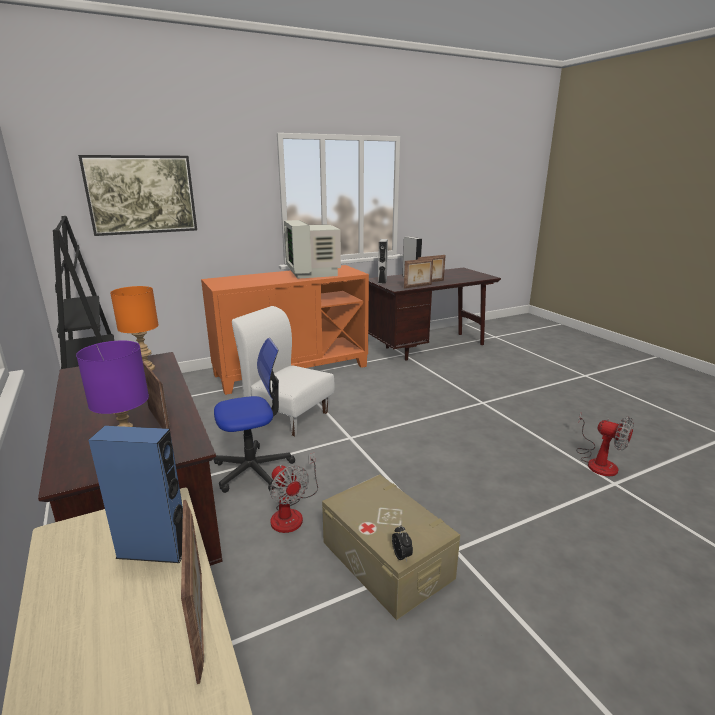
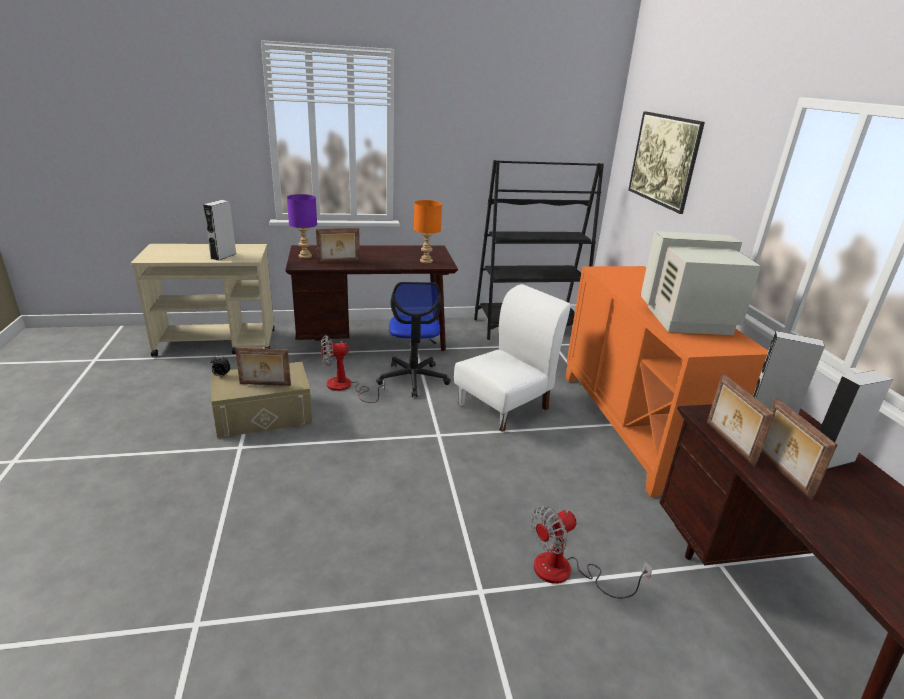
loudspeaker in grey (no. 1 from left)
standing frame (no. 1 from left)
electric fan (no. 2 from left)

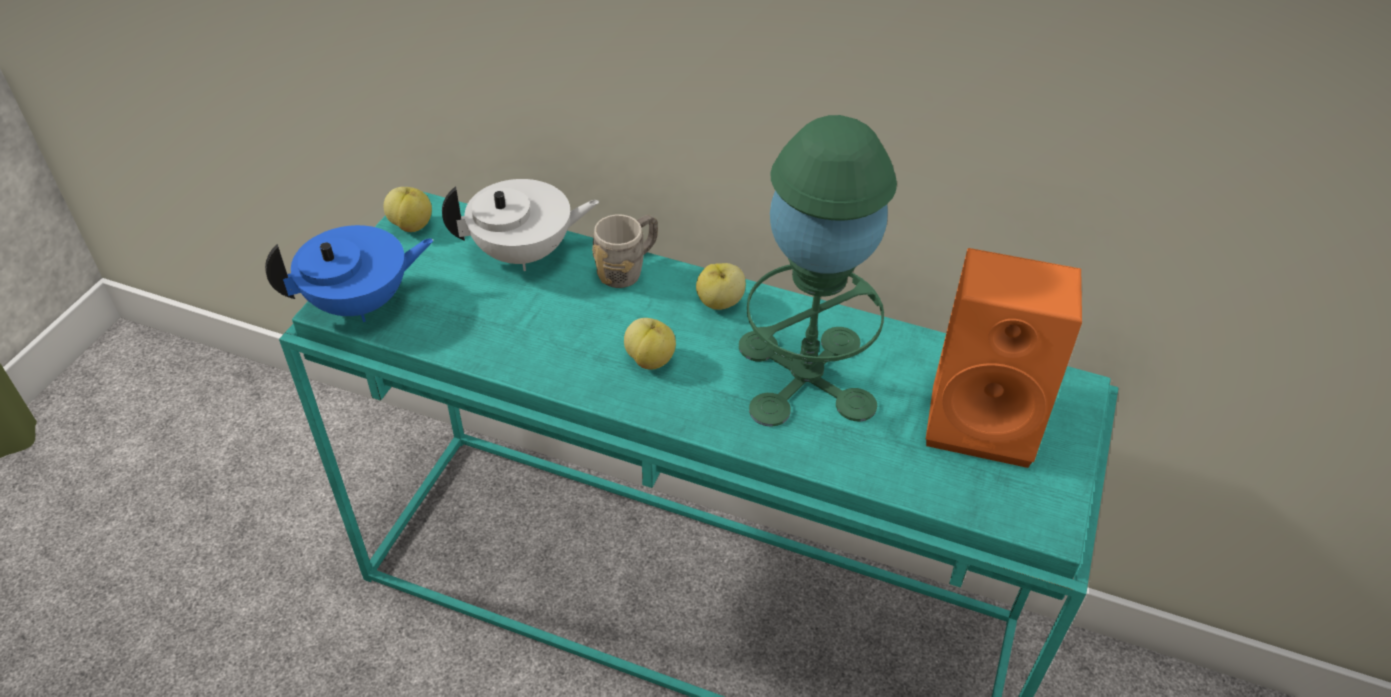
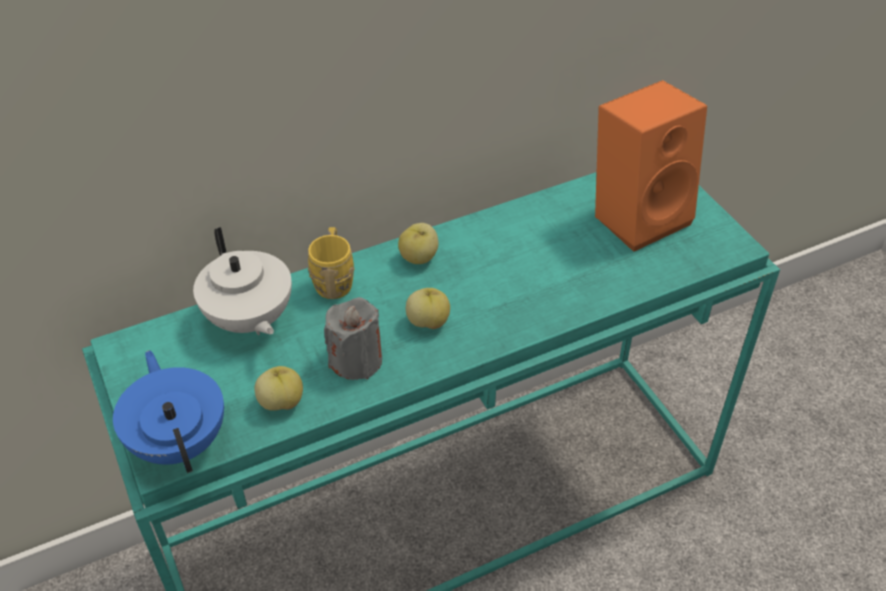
teapot in blue
apple (no. 1 from left)
teapot in whitish
tea mug in yellow
lamp for a table in green
candle in grey

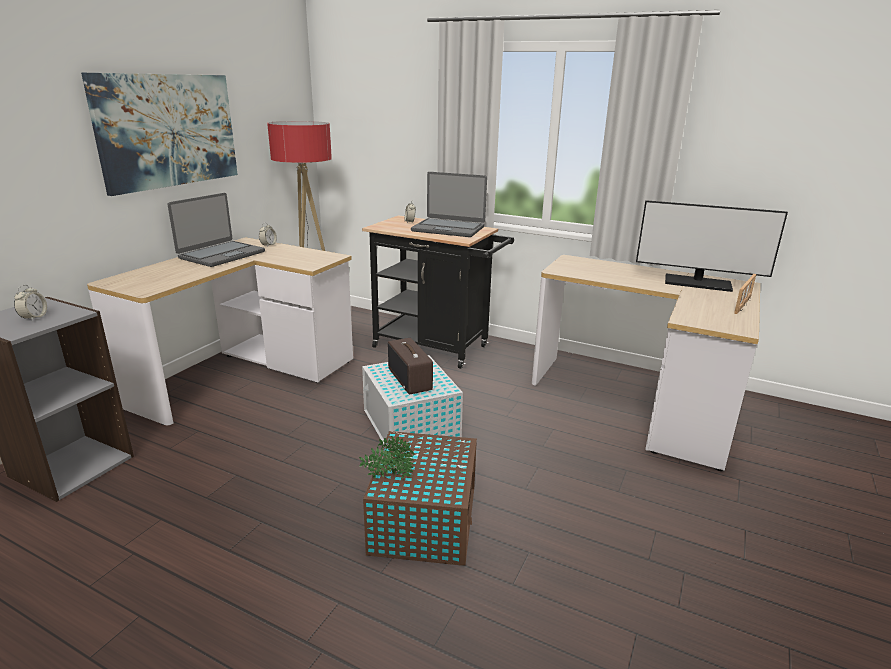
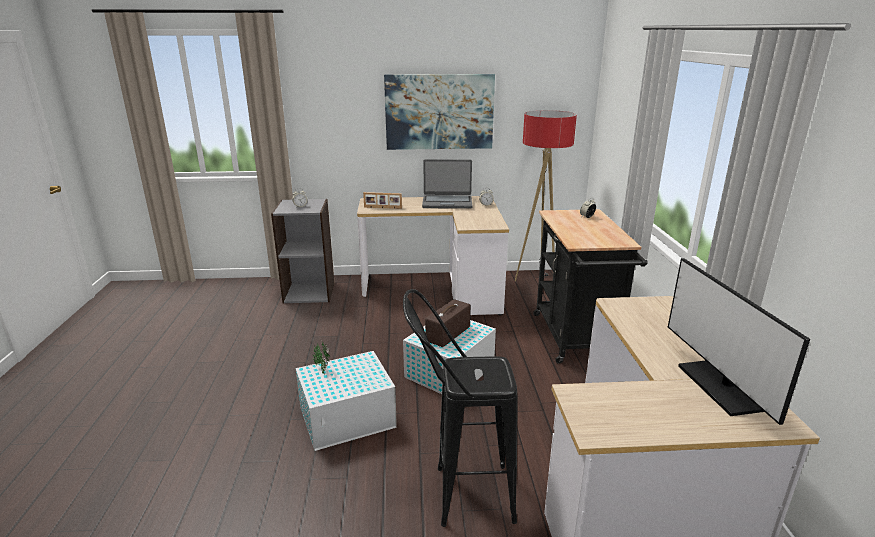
storage bin in whitish (no. 1 from left)
portable computer (no. 2 from left in the first image)
standing frame
sitting stool in black-coloured

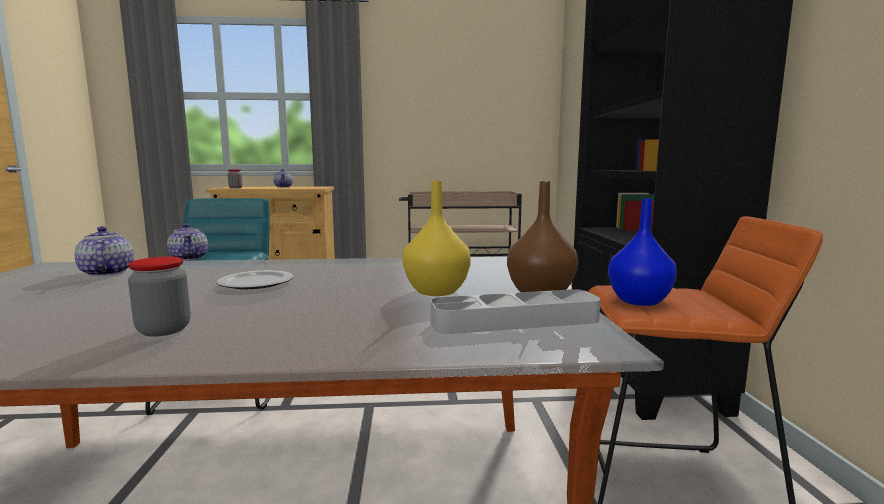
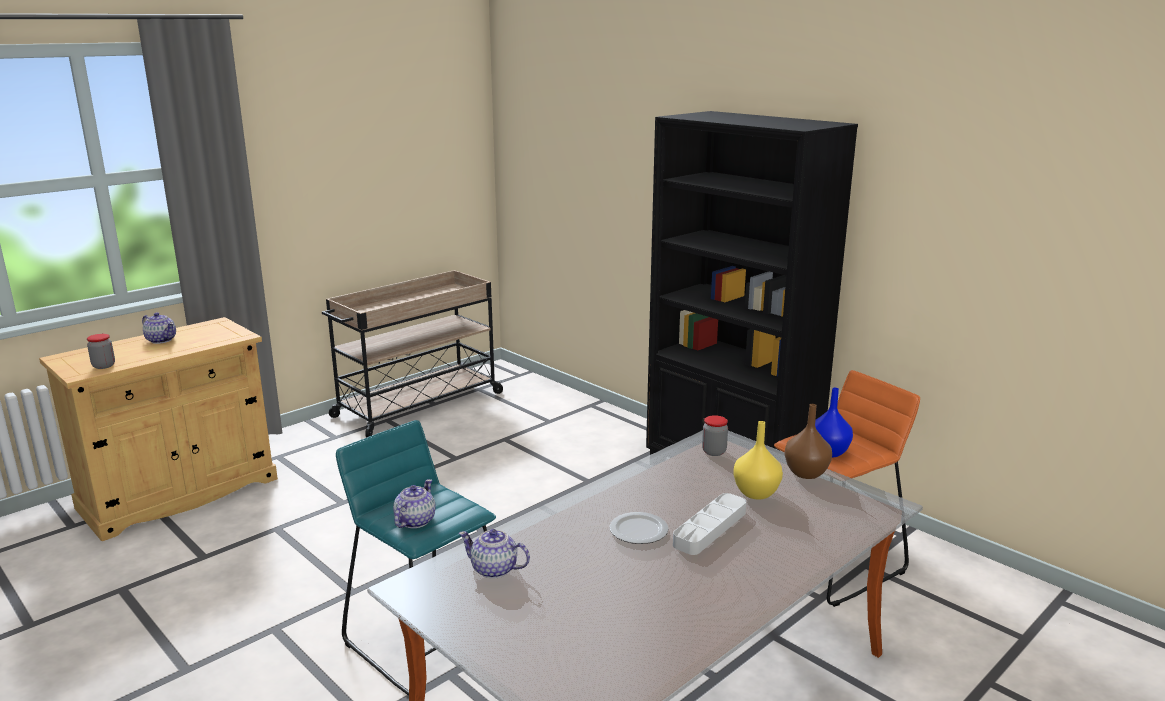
jar (no. 2 from left)
teapot (no. 2 from left)
carrying tray in grey

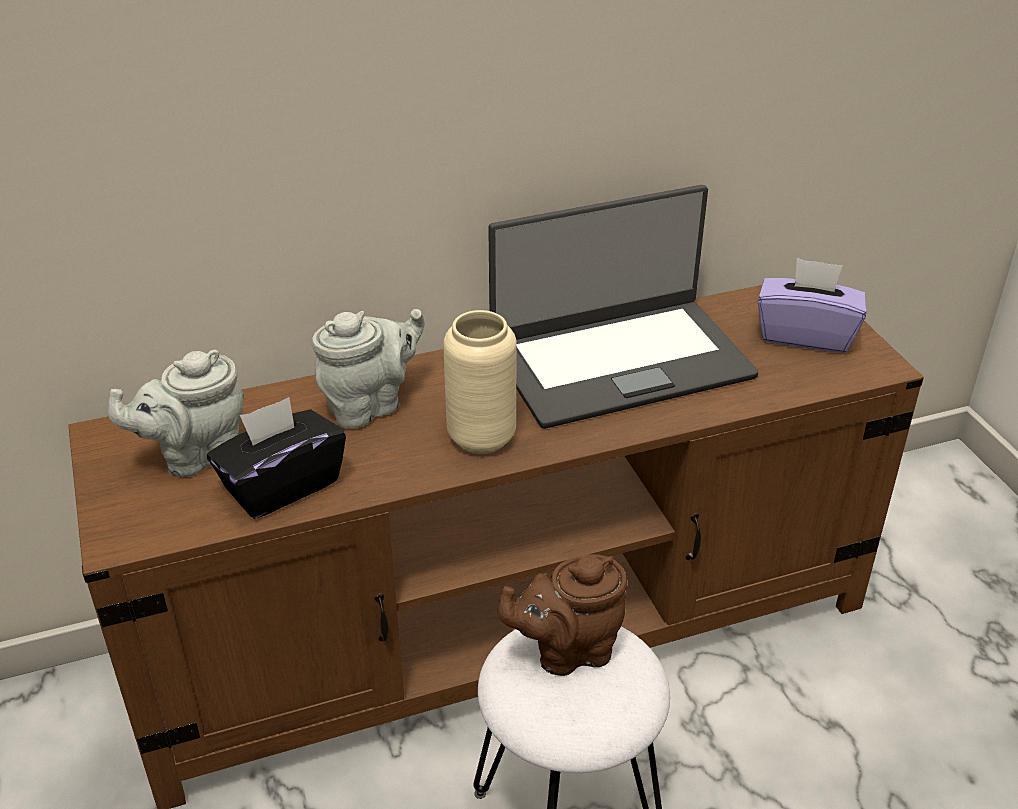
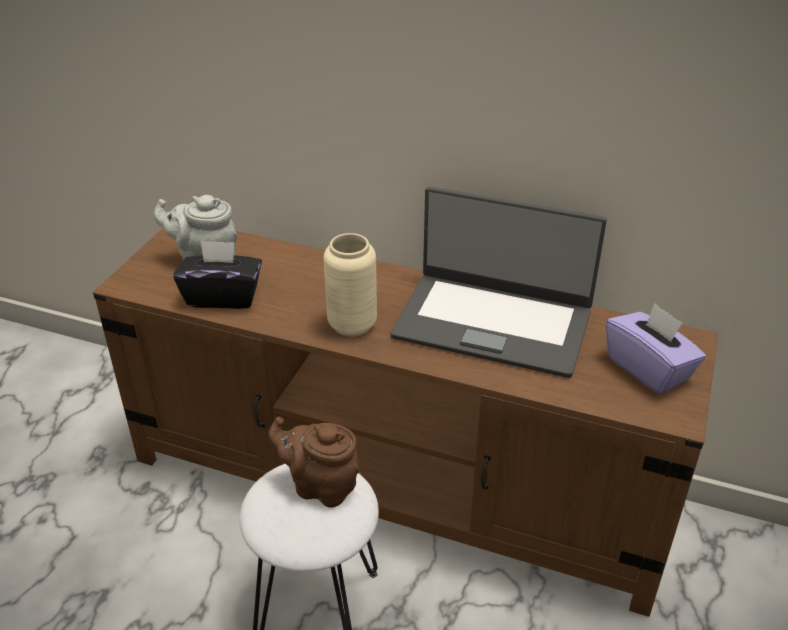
teapot in grey (no. 2 from left in the first image)

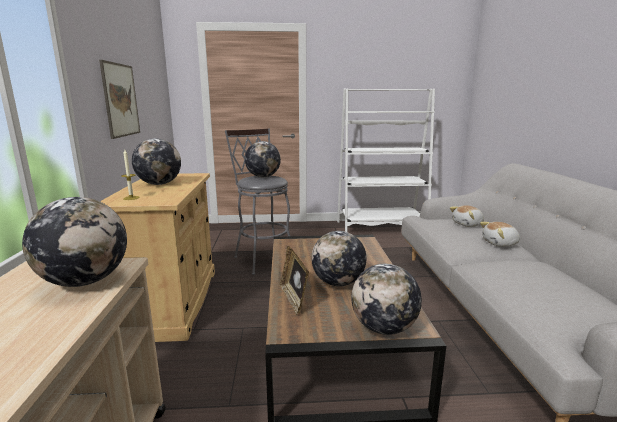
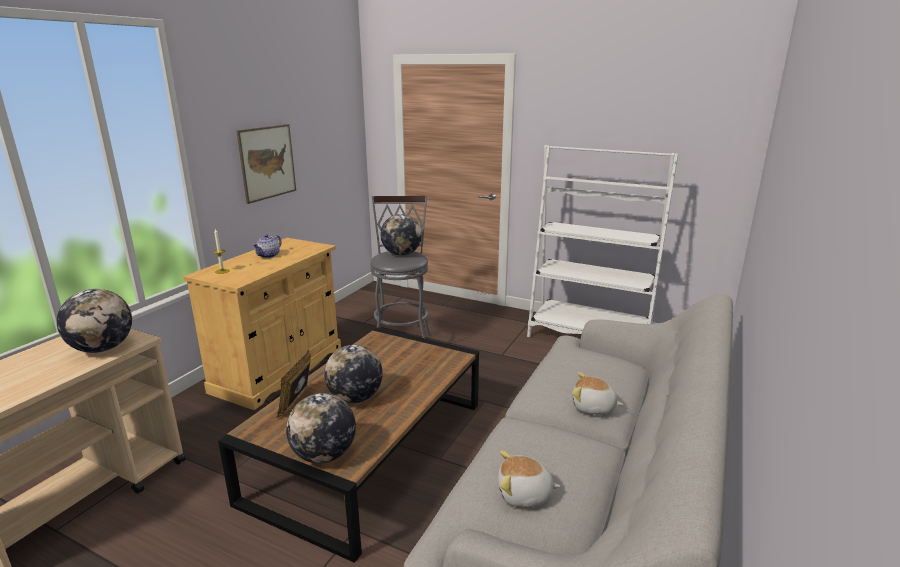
teapot
soft toy (no. 1 from left)

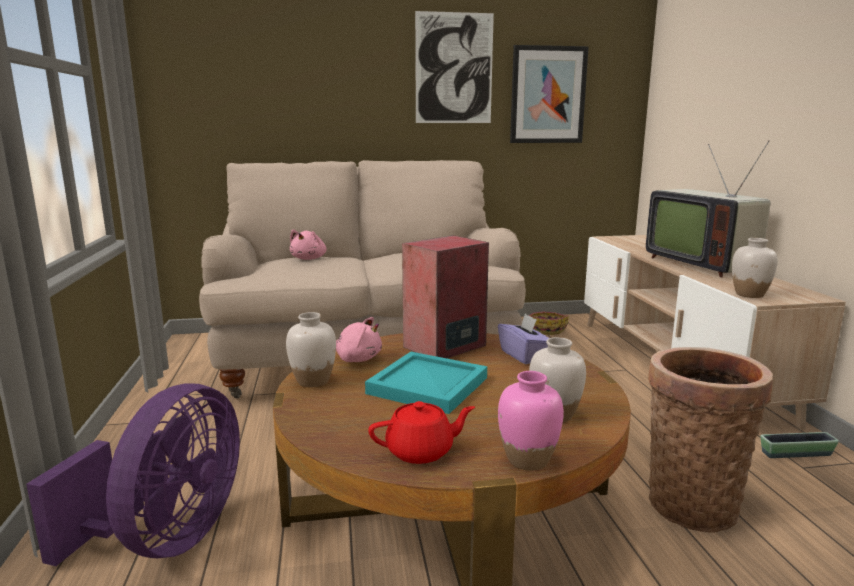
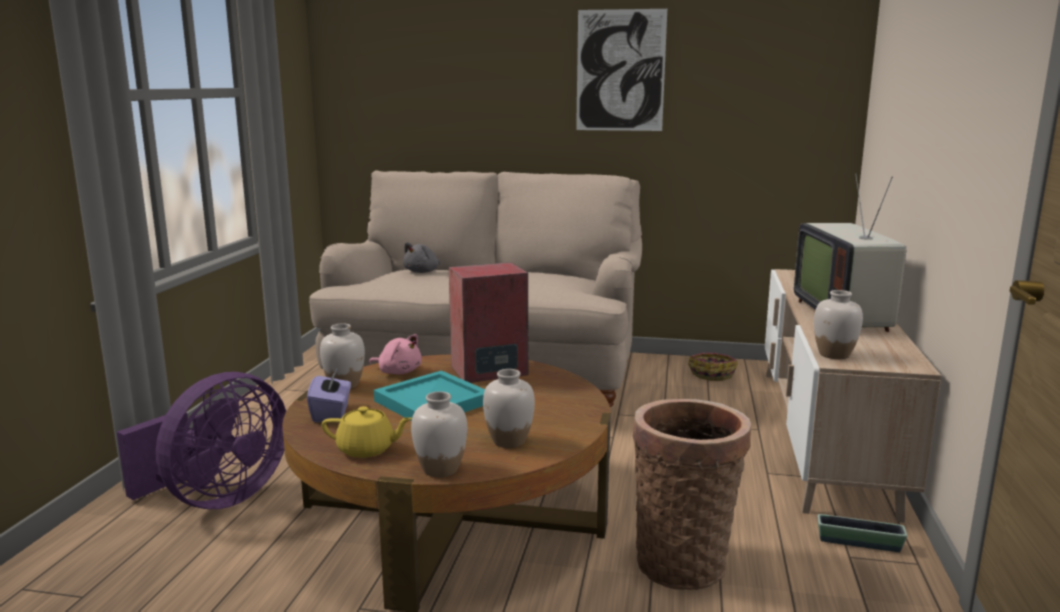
soft toy in grey
teapot in yellow
tissue box in purple
vase in whitish (no. 2 from left)
wall picture (no. 2 from left in the first image)

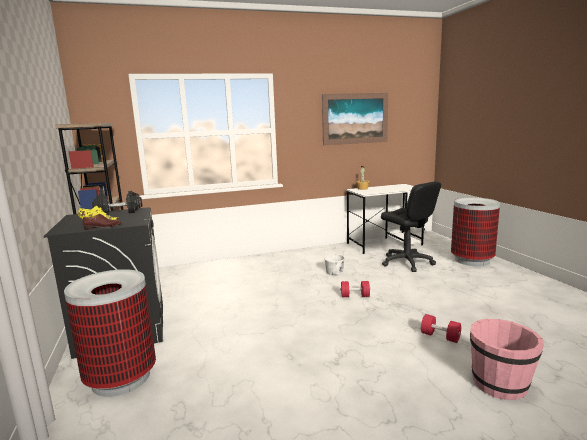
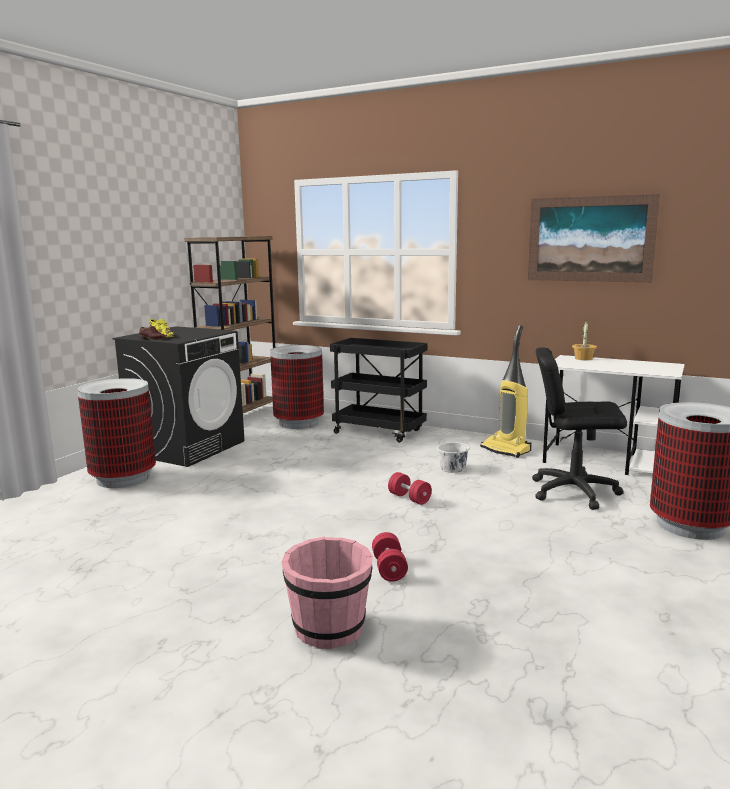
hand weight in black-coloured
computer chair in black-coloured
waste bin (no. 2 from left)
wheeled cart in black-coloured
vacuum cleaner

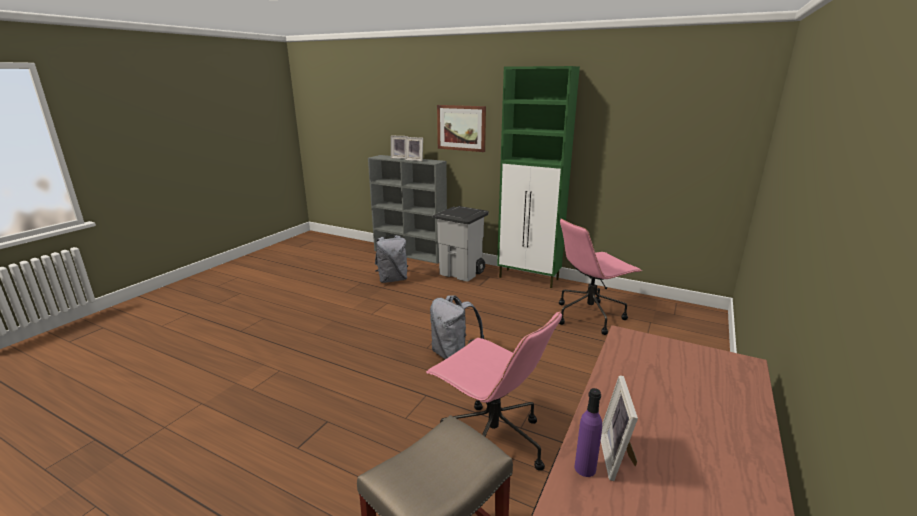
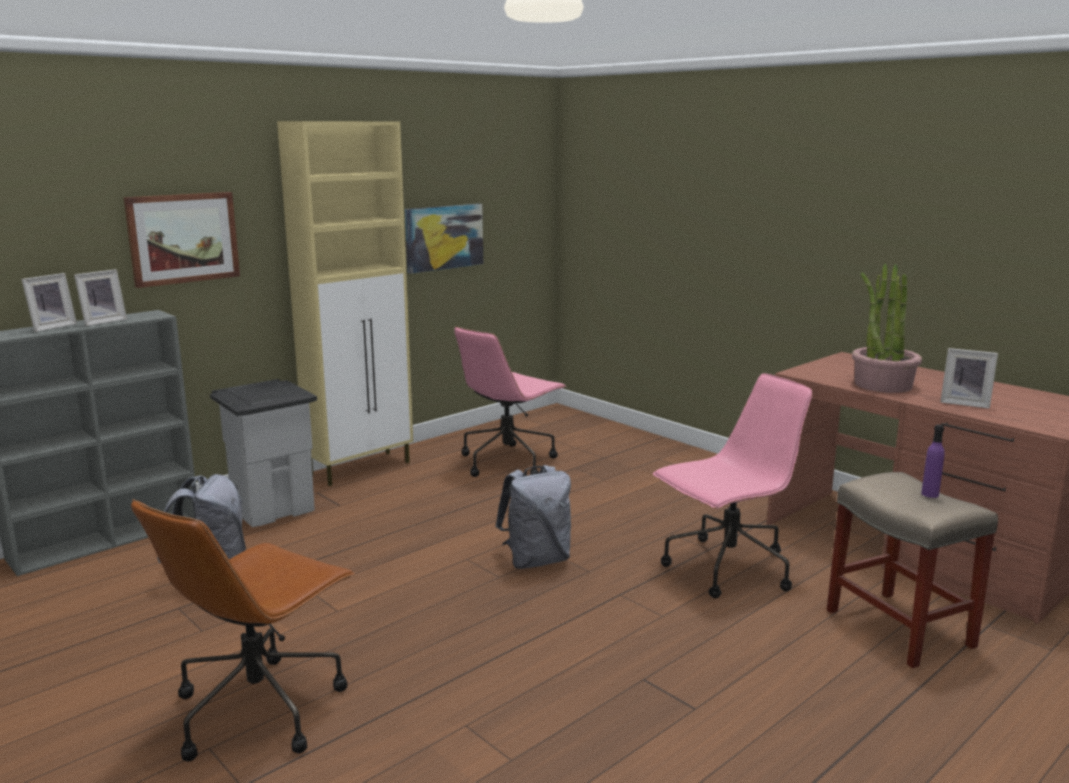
storage cabinet in beige-coloured
computer chair in pink-coloured (no. 1 from left)
drink bottle in purple
computer chair in brownish
wall picture (no. 2 from left)
potted plant

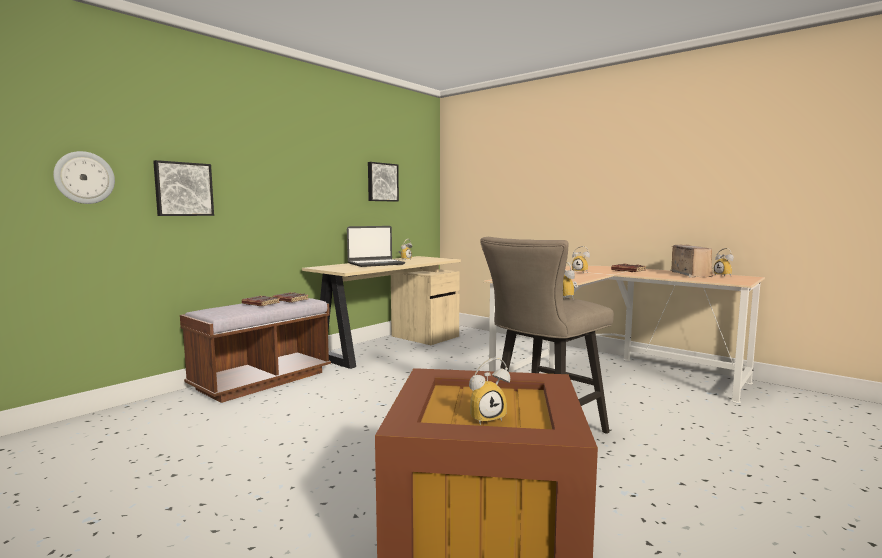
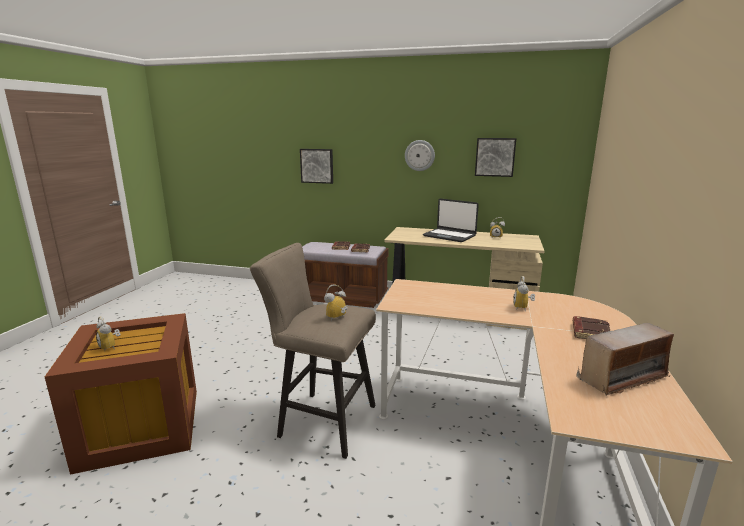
wall clock
table clock (no. 5 from left in the first image)

